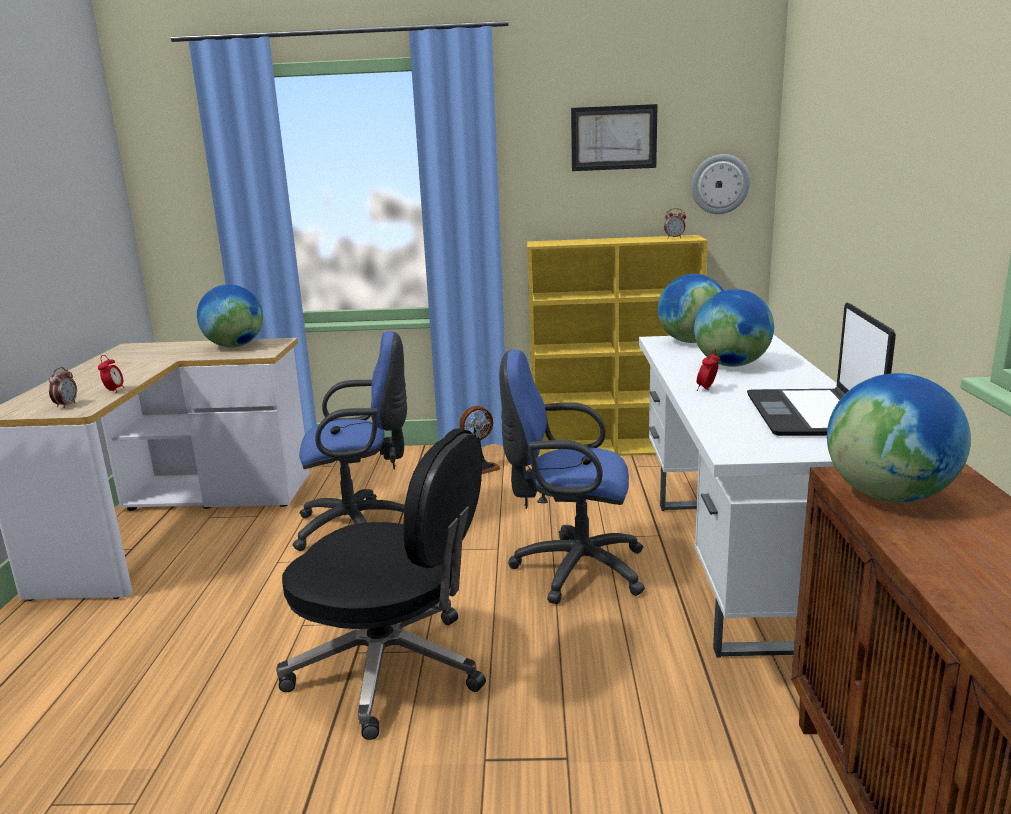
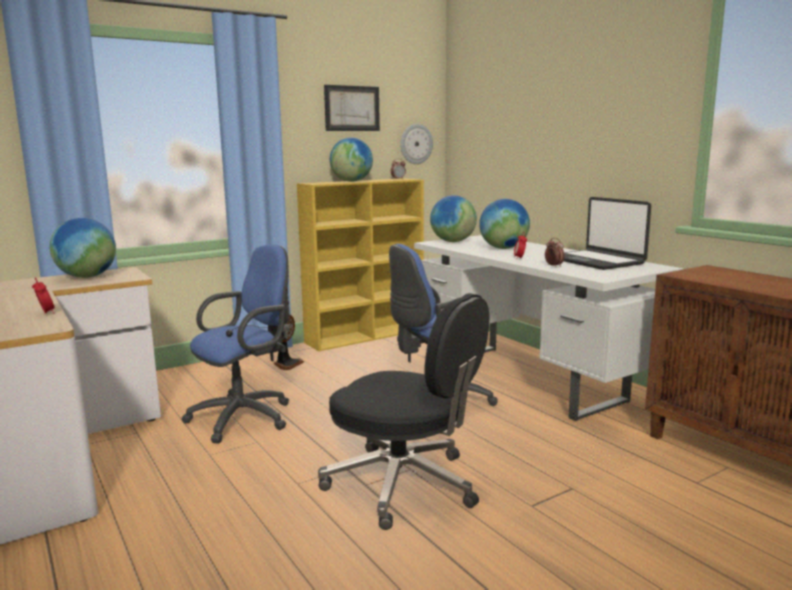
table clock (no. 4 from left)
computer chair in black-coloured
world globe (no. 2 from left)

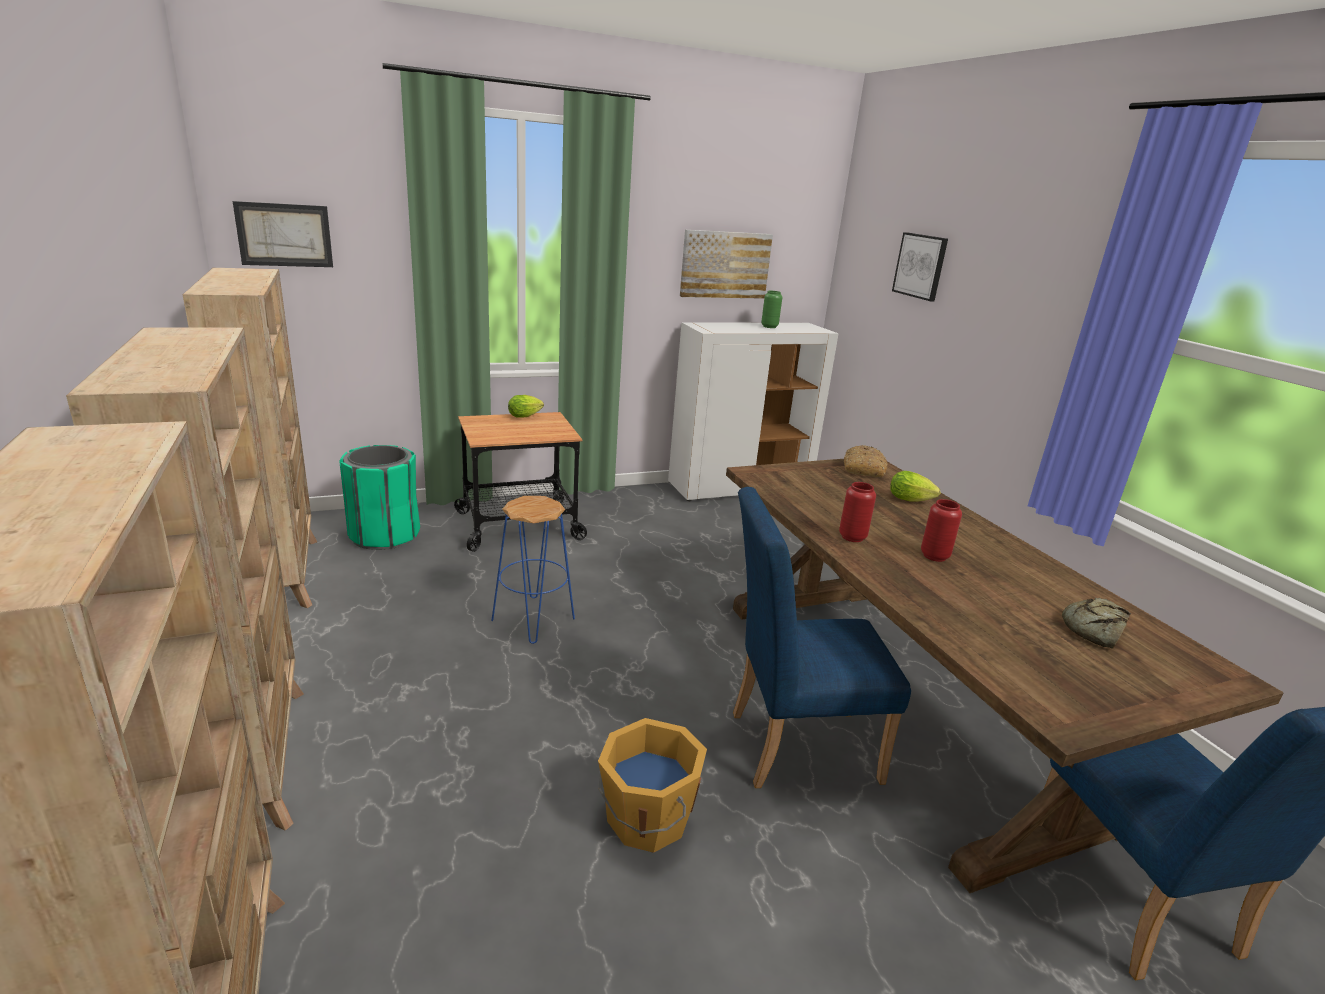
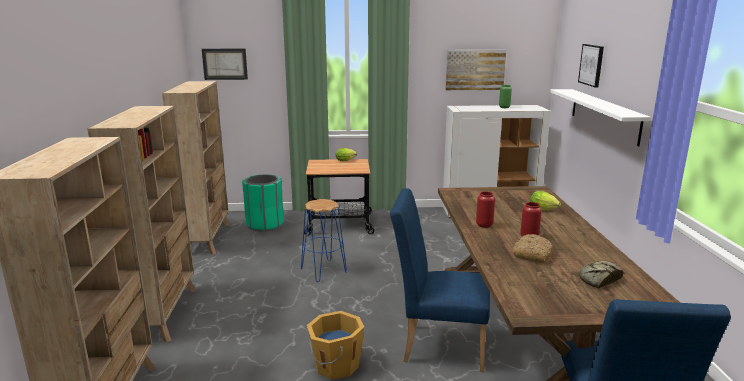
bakery bread (no. 1 from left)
wall shelf in whitish

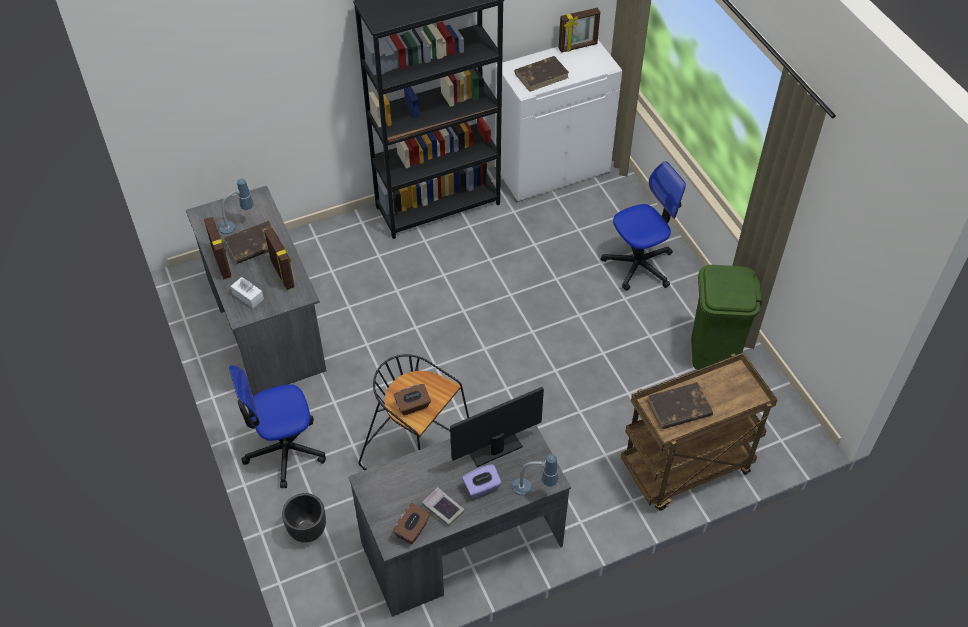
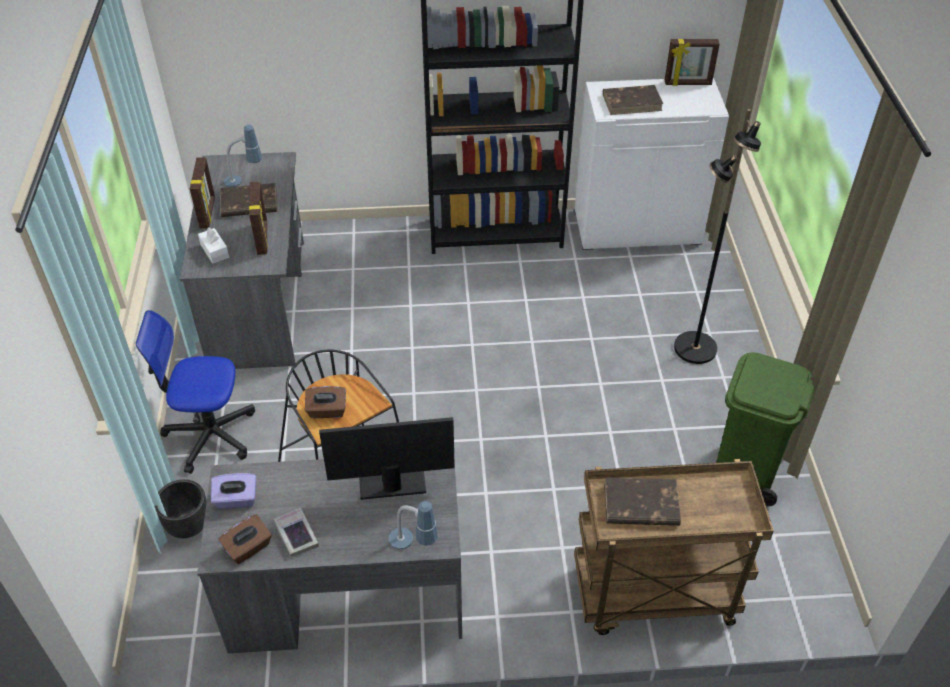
tissue box in purple
standard lamp in black-coloured

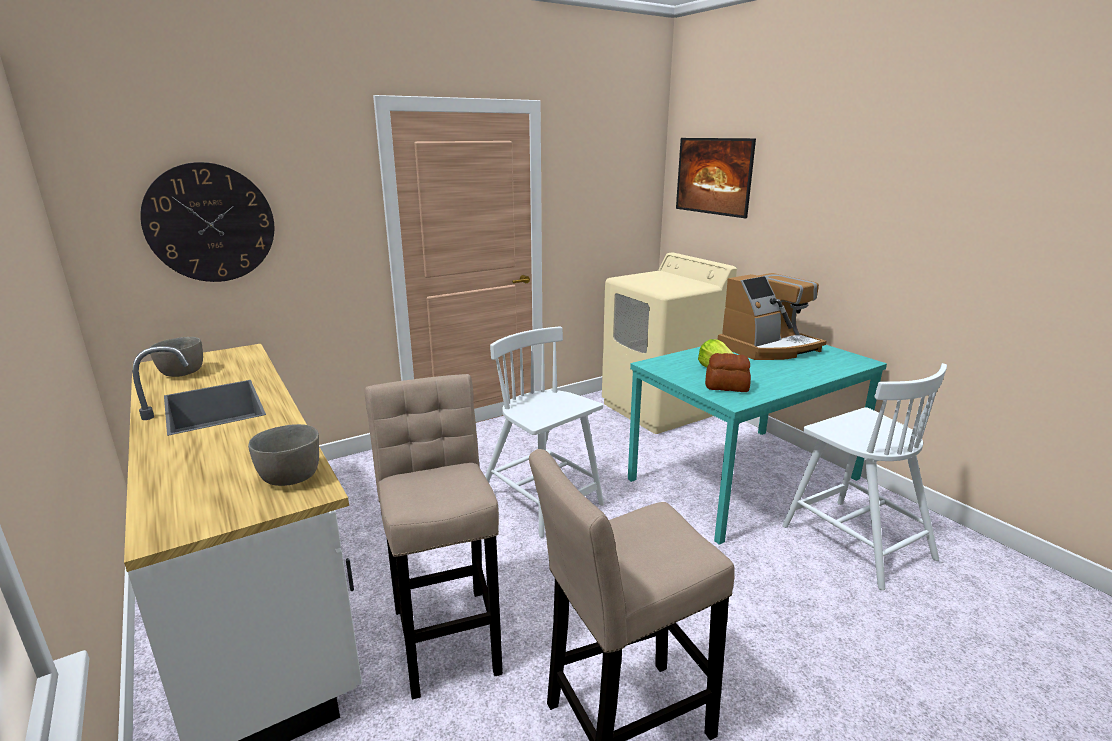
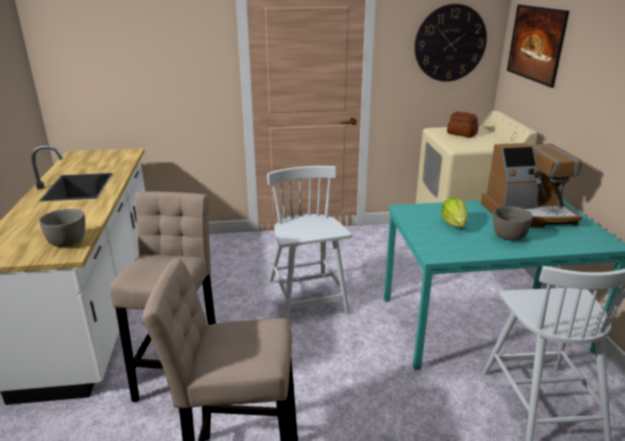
wall clock
bowl in grey (no. 2 from left)
bakery bread

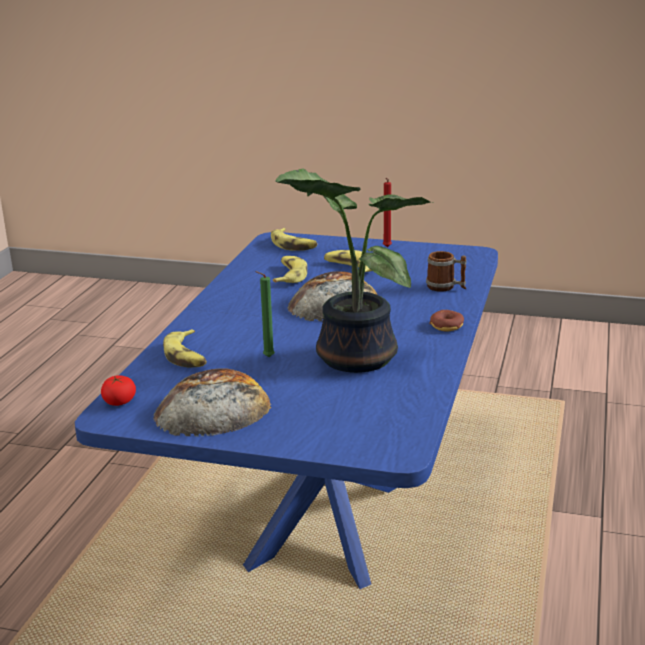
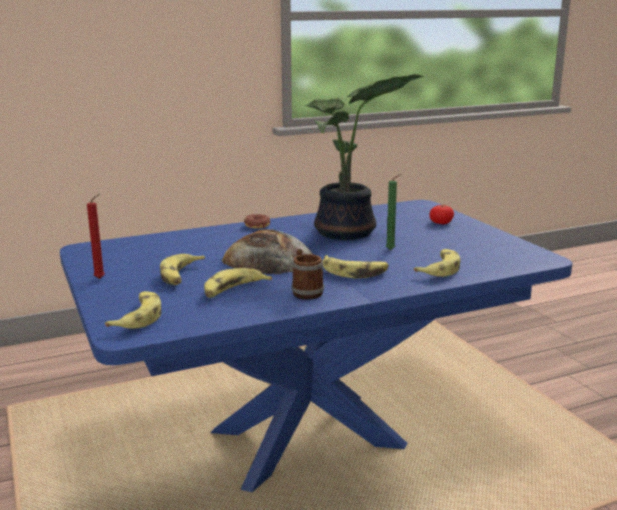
whole tomato
bakery bread (no. 1 from left in the first image)
tea mug
banana fruit (no. 4 from left)

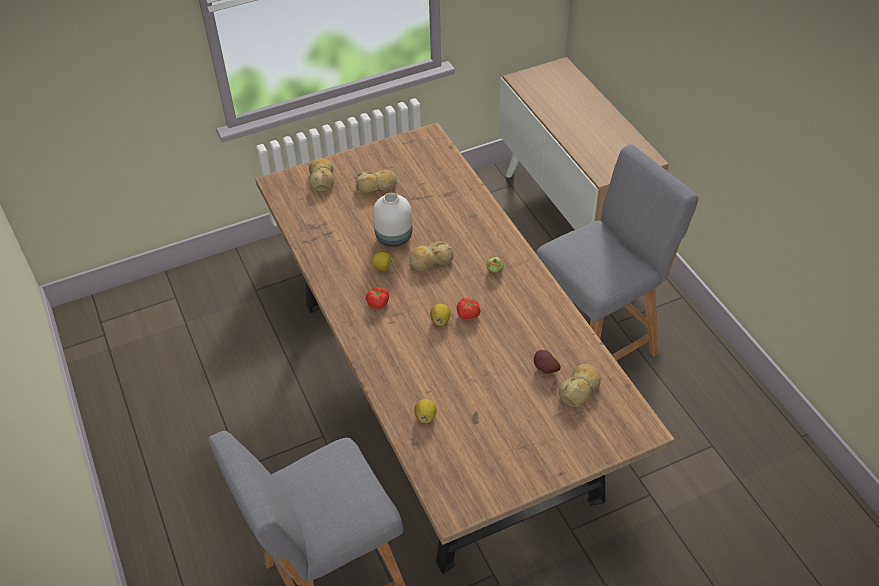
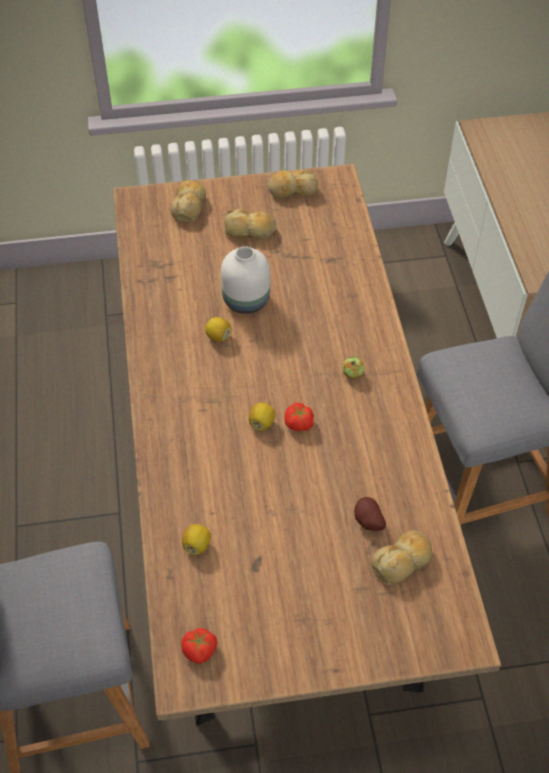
whole tomato (no. 1 from left)
bakery bread (no. 3 from left)

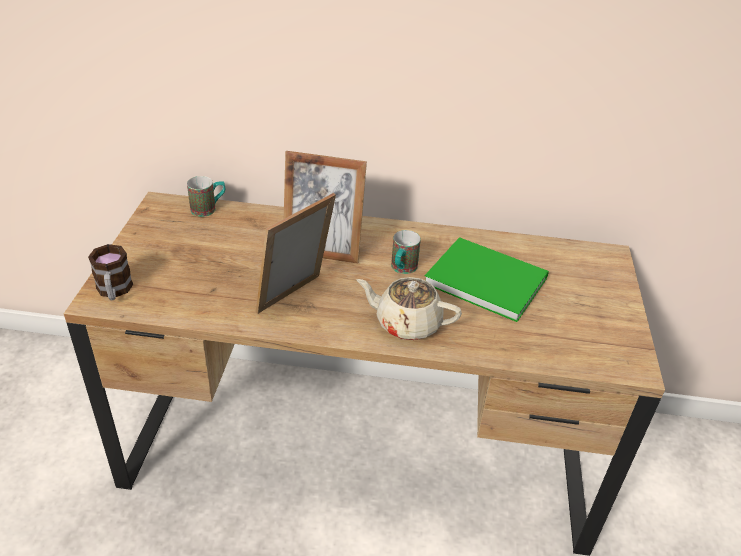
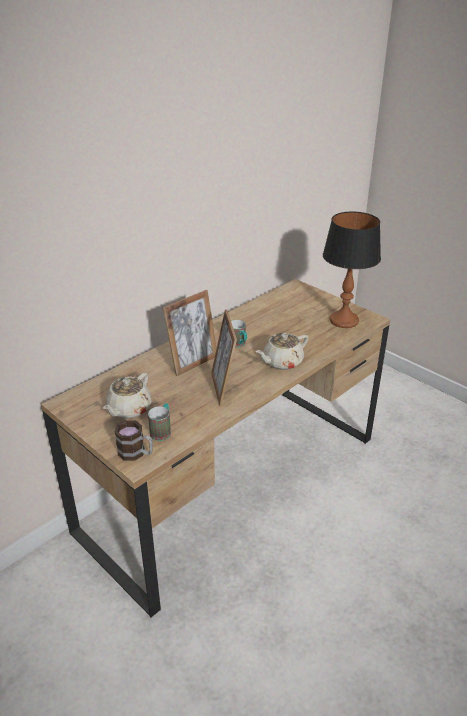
tea mug (no. 2 from left)
book in green
teapot in beige-coloured (no. 1 from left)
lamp for a table

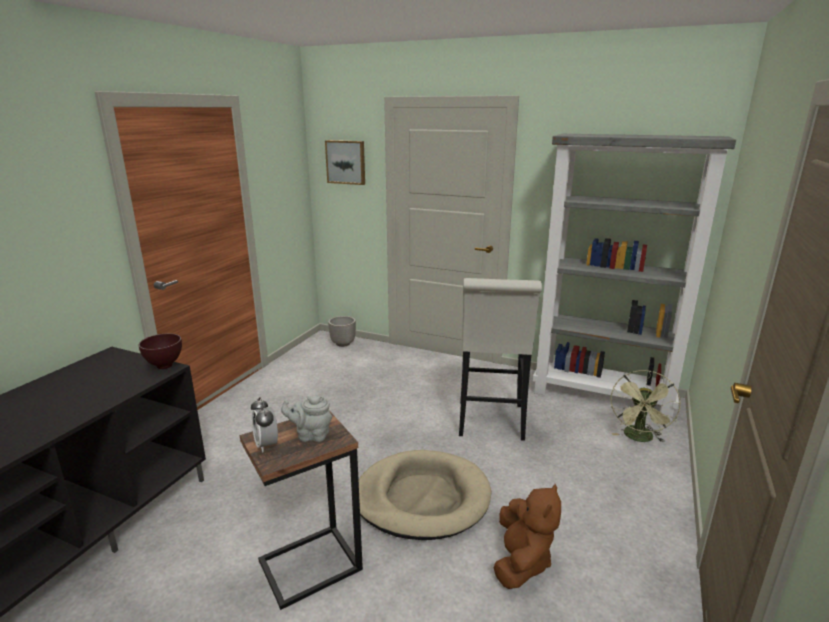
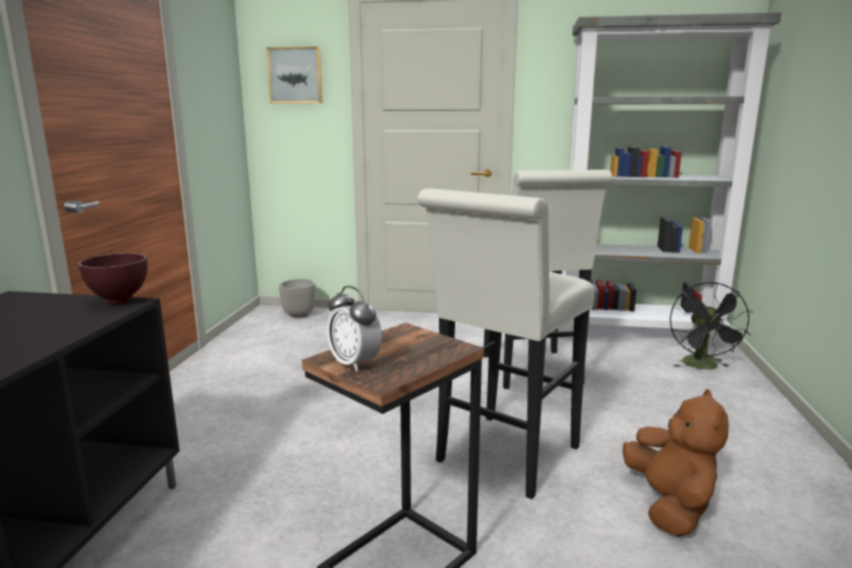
teapot in grey
sitting stool in whitish (no. 1 from left)
electric fan in black-coloured

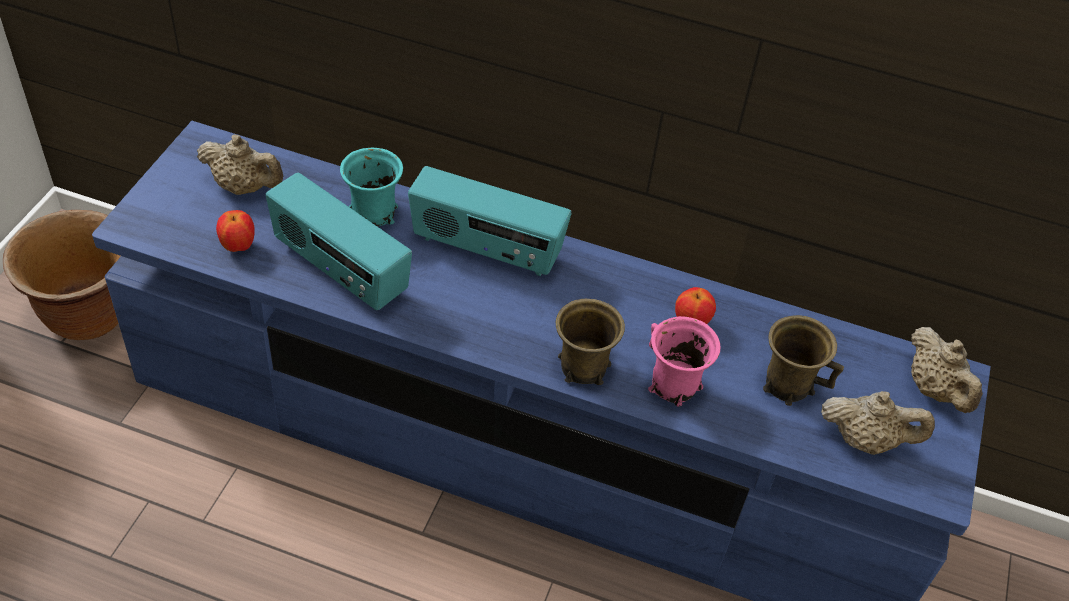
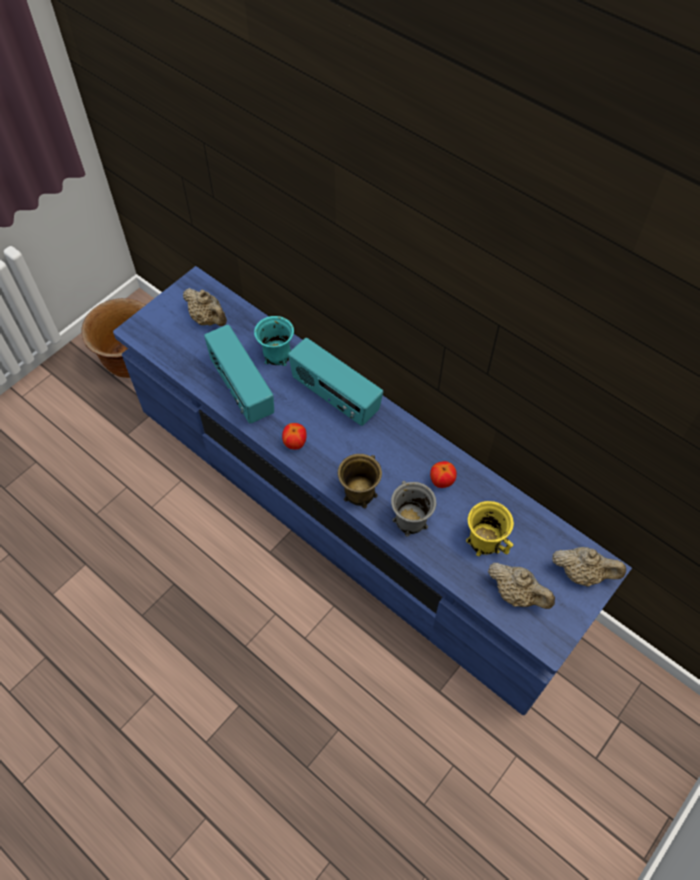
apple (no. 1 from left)
tea mug in grey
tea mug in yellow
teapot in beige-coloured (no. 3 from left)

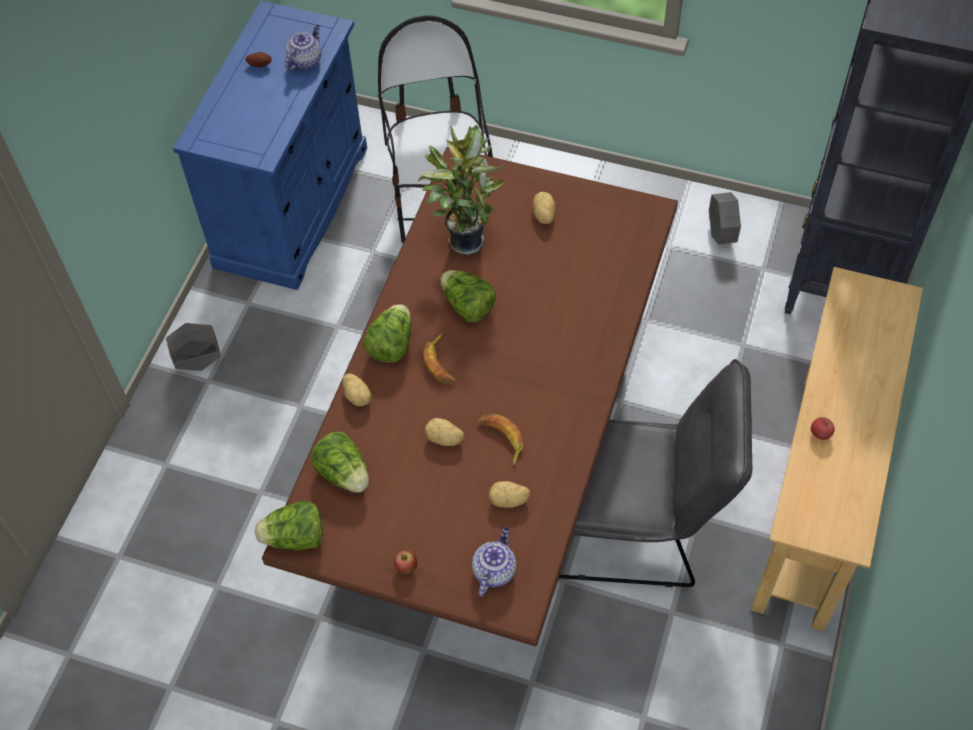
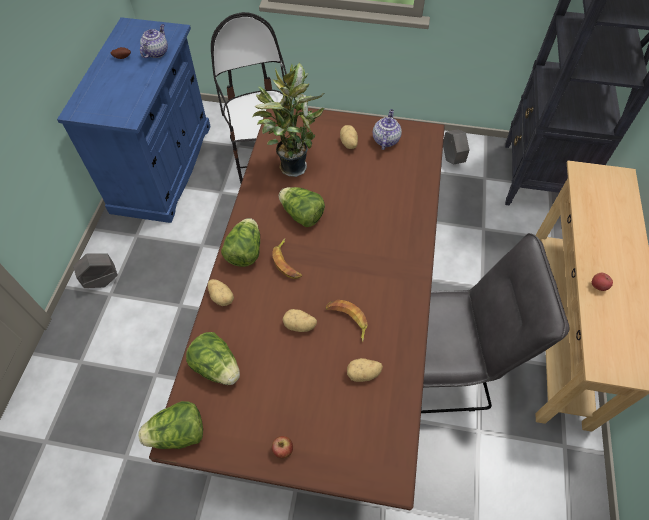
teapot (no. 2 from left)

